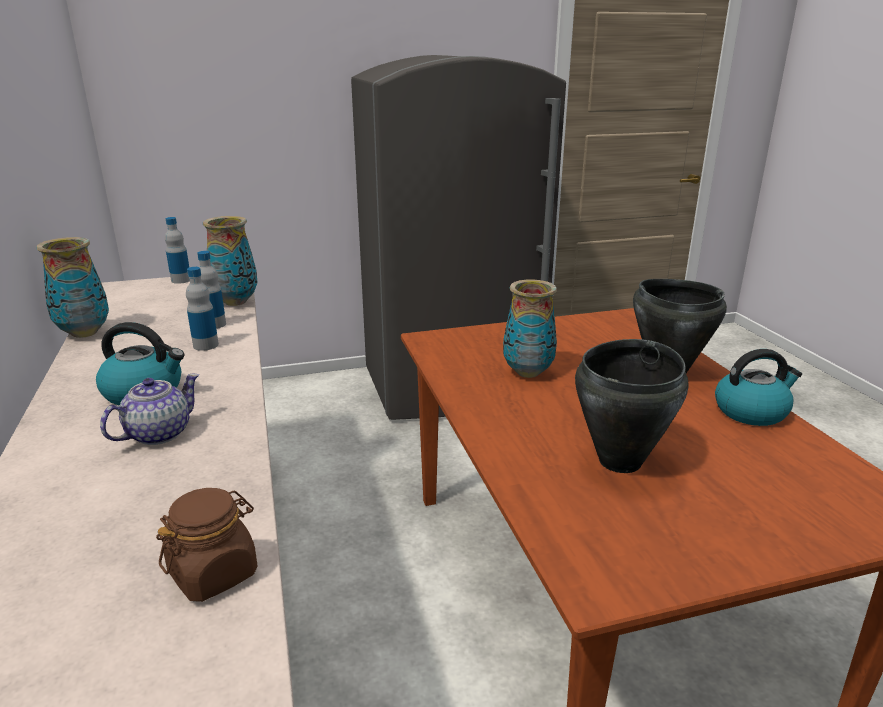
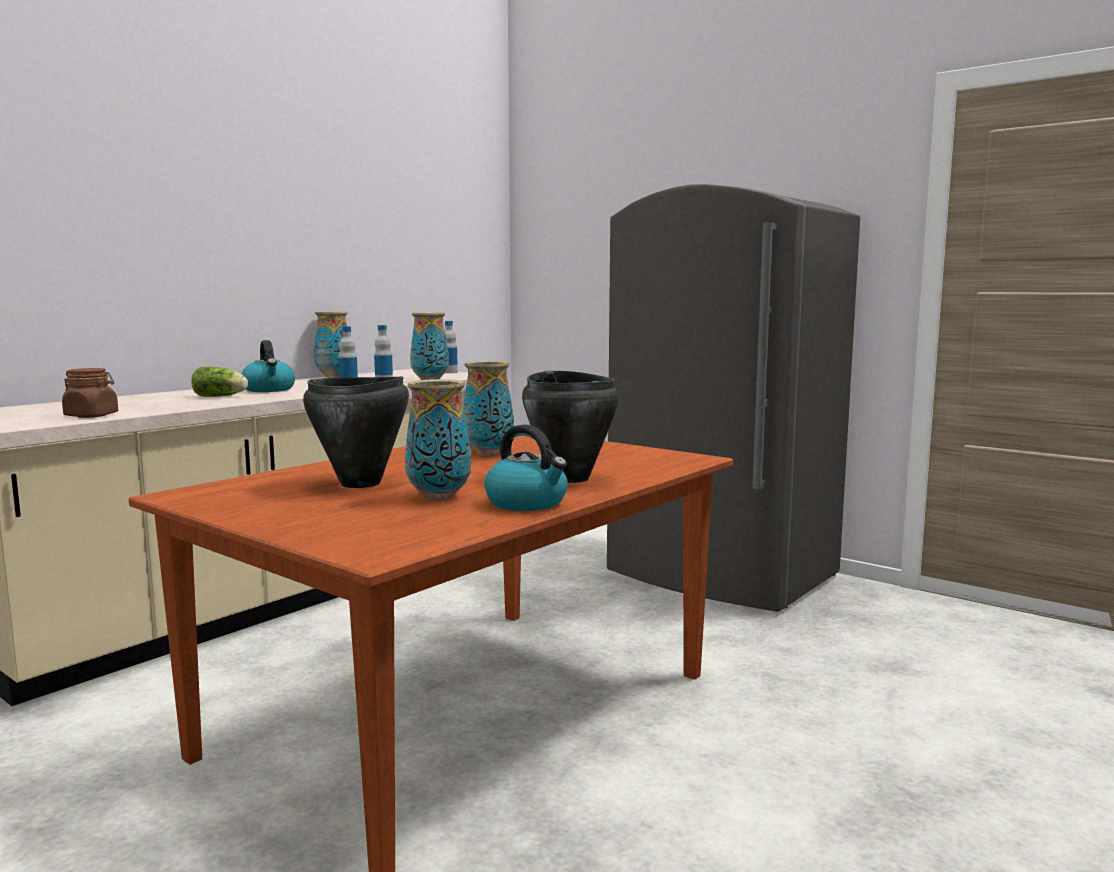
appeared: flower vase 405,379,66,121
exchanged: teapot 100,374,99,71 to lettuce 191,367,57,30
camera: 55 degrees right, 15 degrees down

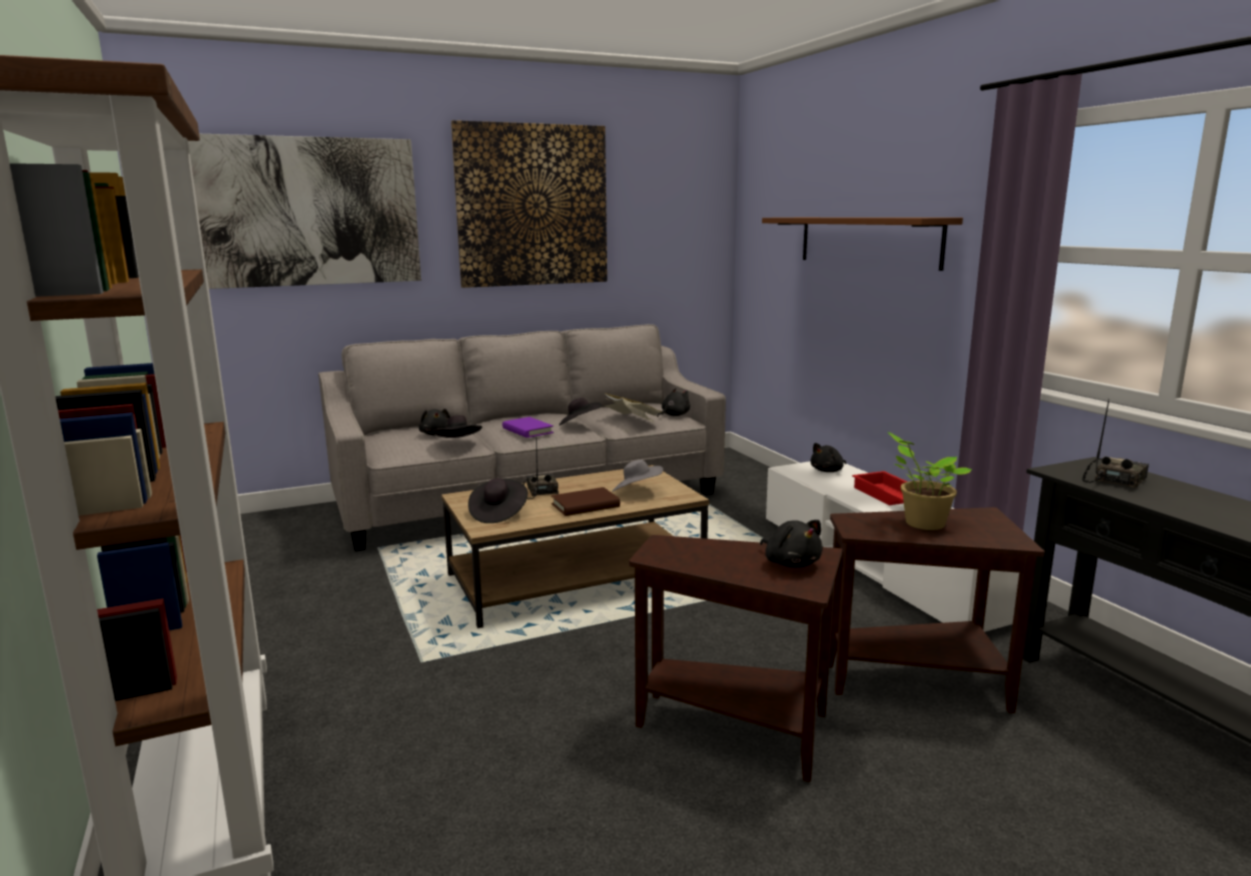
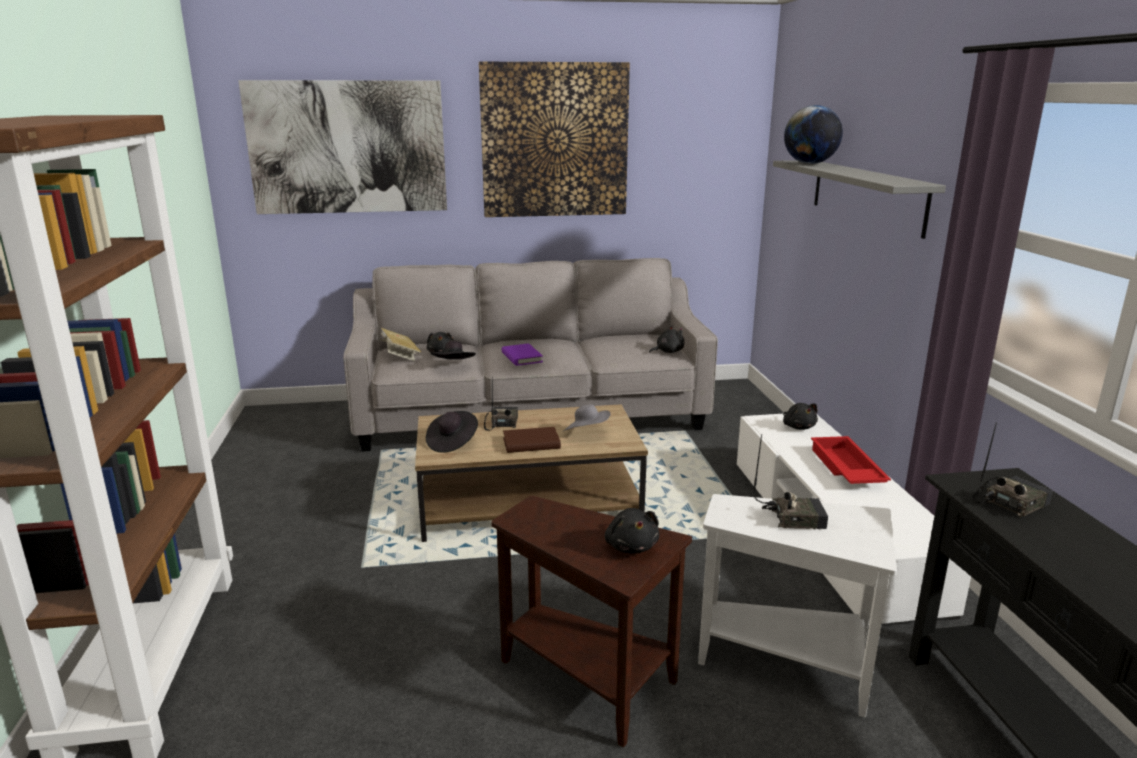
missing: black hat 559,398,42,27
appeared: desk globe 784,105,59,59
relocated: volume 604,393,59,29 to 380,328,41,33
exchanged: houseplant 888,432,84,98 to radio 754,434,74,95
colour: brown shelf 762,217,201,54 to greyish shelf 773,160,173,79; brown end table 829,507,216,206 to white-coloured end table 698,494,199,223
spun: black plush toy 810,443,36,29 = 783,403,35,27 90 degrees counterclockwise
camera: 15 degrees right, 5 degrees up

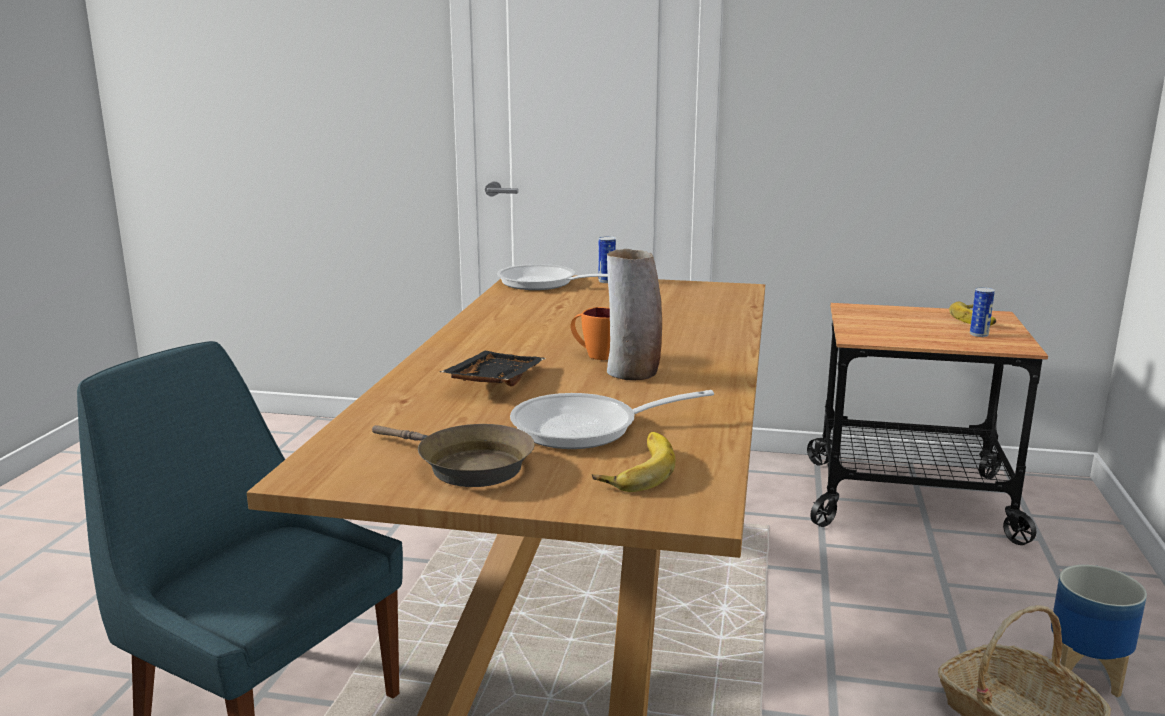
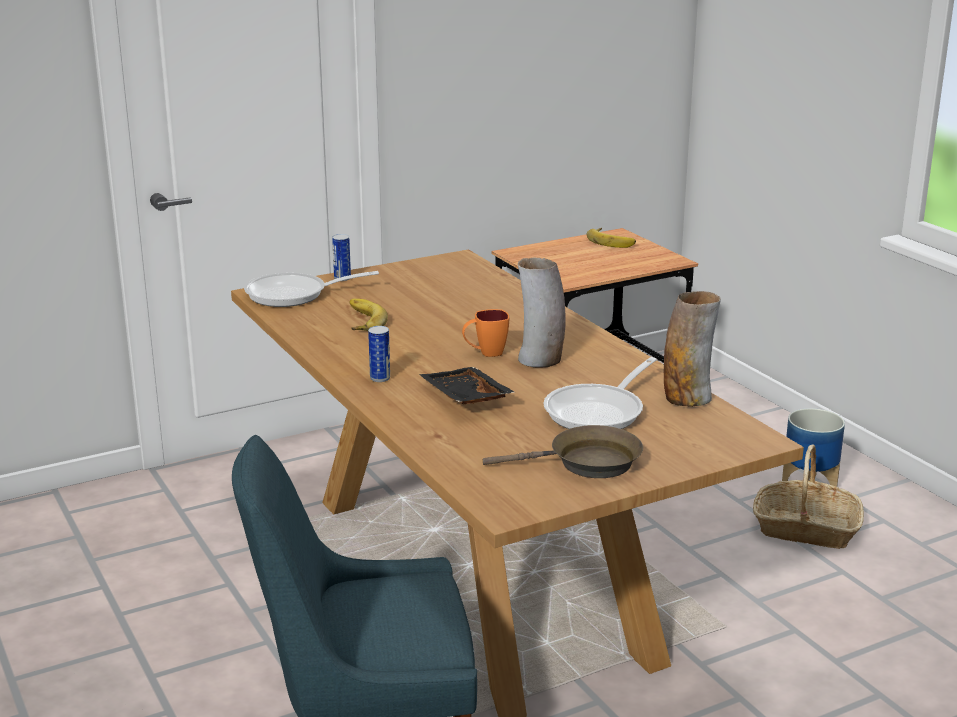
appeared: flower vase 664,291,57,116
relocated: whole banana 592,432,83,60 to 350,299,38,32; can 970,287,25,50 to 368,326,22,56
camera: 40 degrees left, 5 degrees up

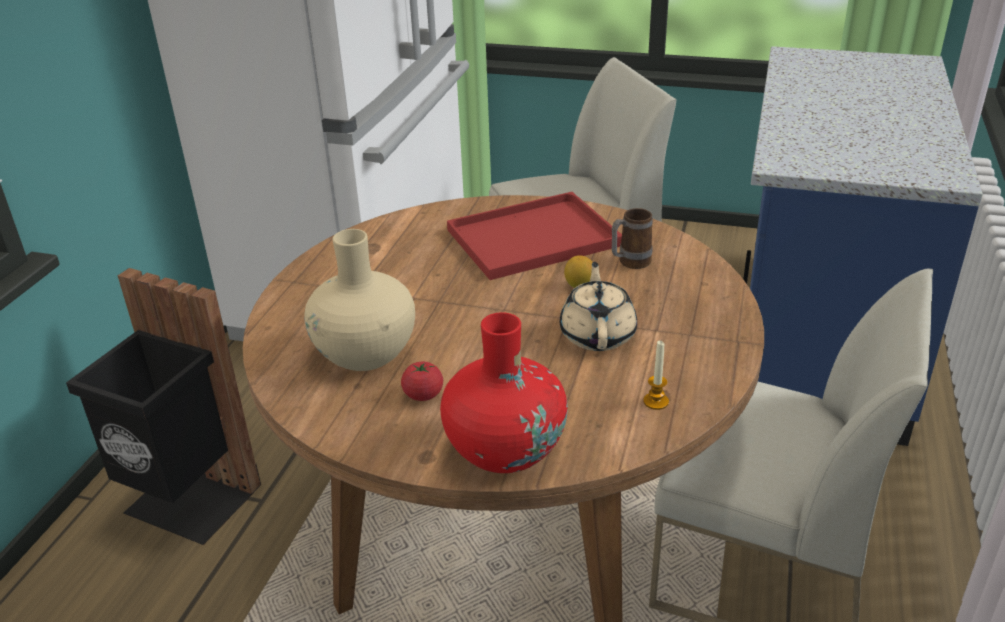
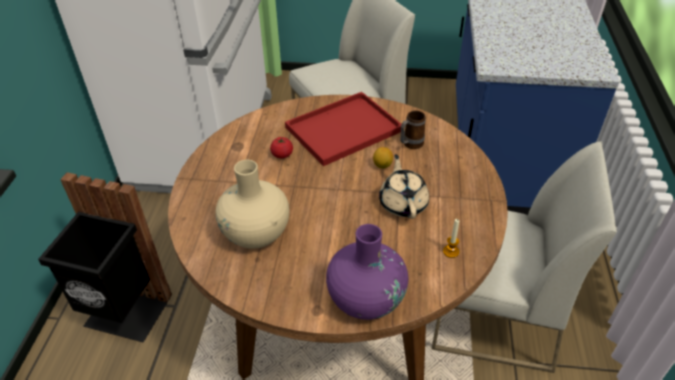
relocated: tomato 401,361,42,40 to 270,137,23,21
colour: red-coloured flower vase 440,312,128,161 to purplish flower vase 326,224,82,96
camera: 10 degrees left, 10 degrees up

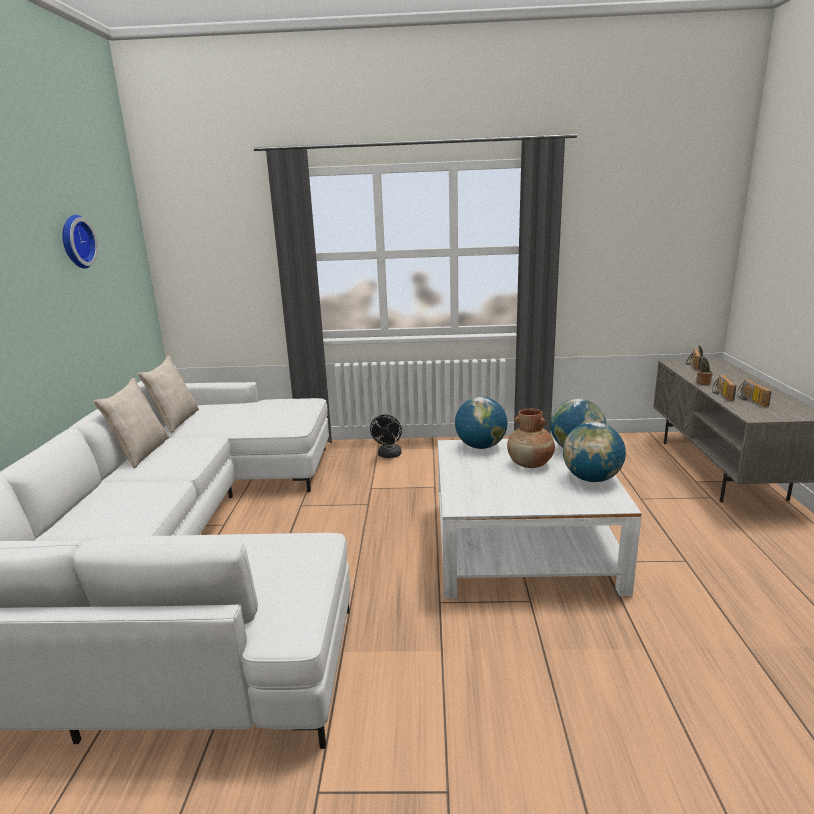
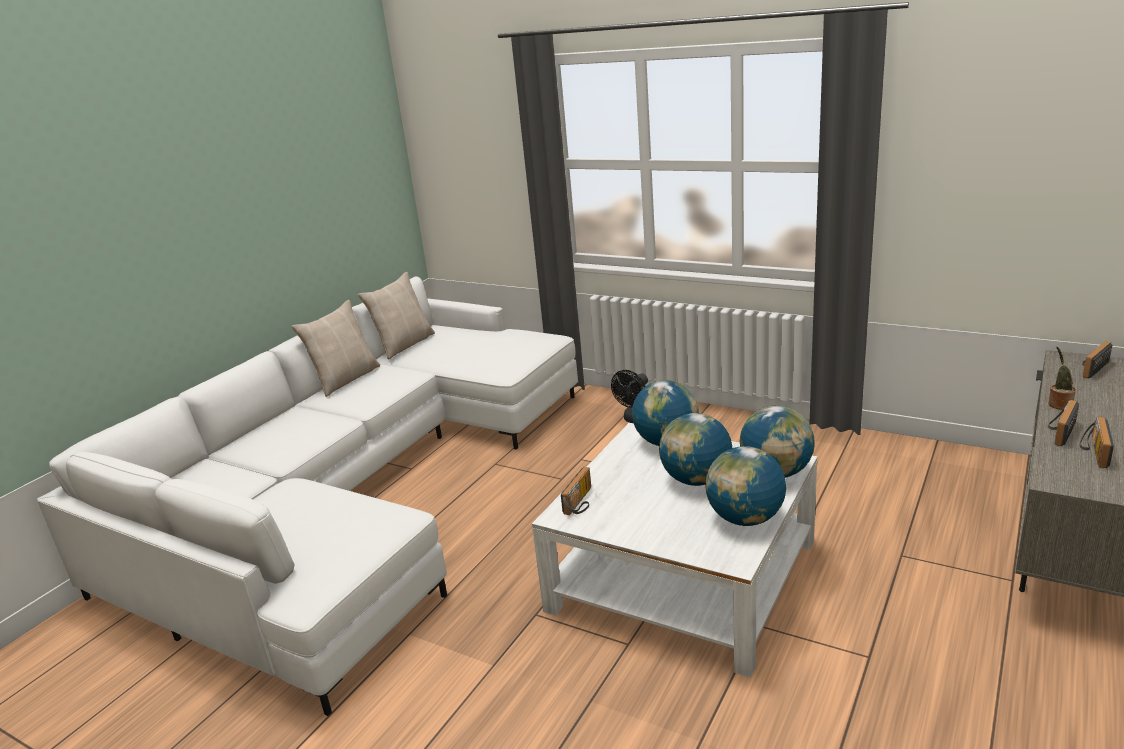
missing: hanging clock 62,215,36,54
appeared: radio 561,467,30,48
exchanged: brown flower vase 507,409,48,59 to desk globe 659,413,73,73
camera: 30 degrees right, 5 degrees up

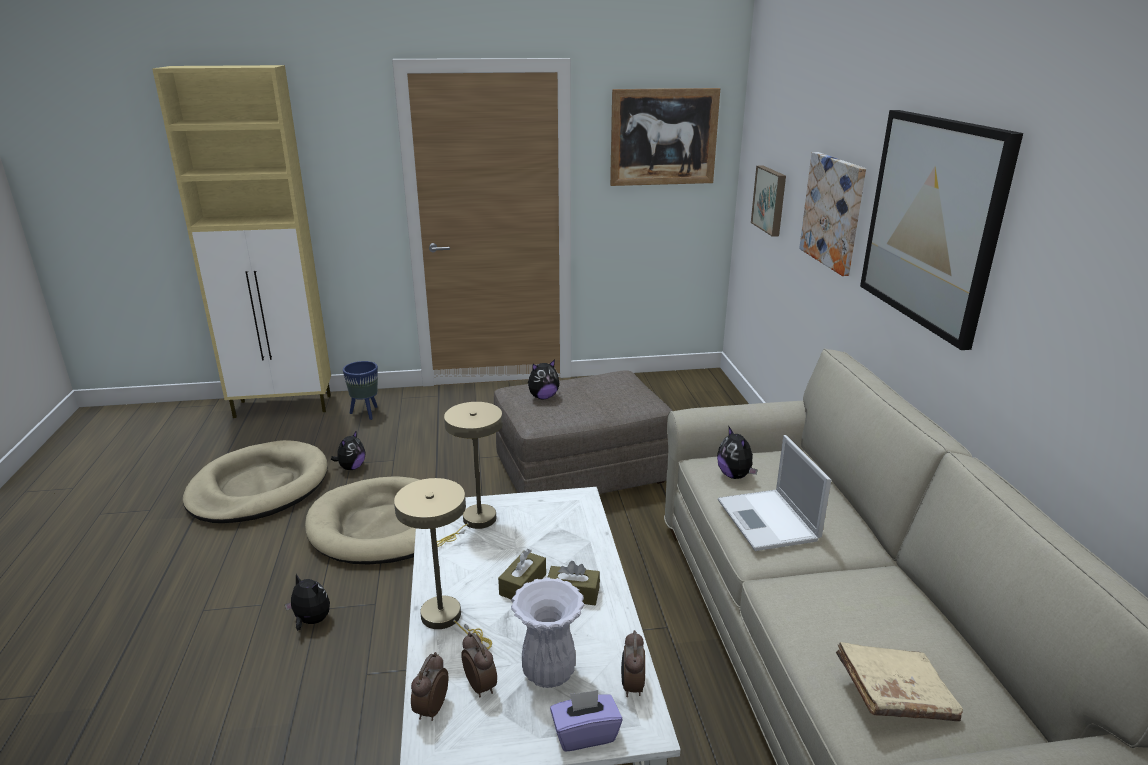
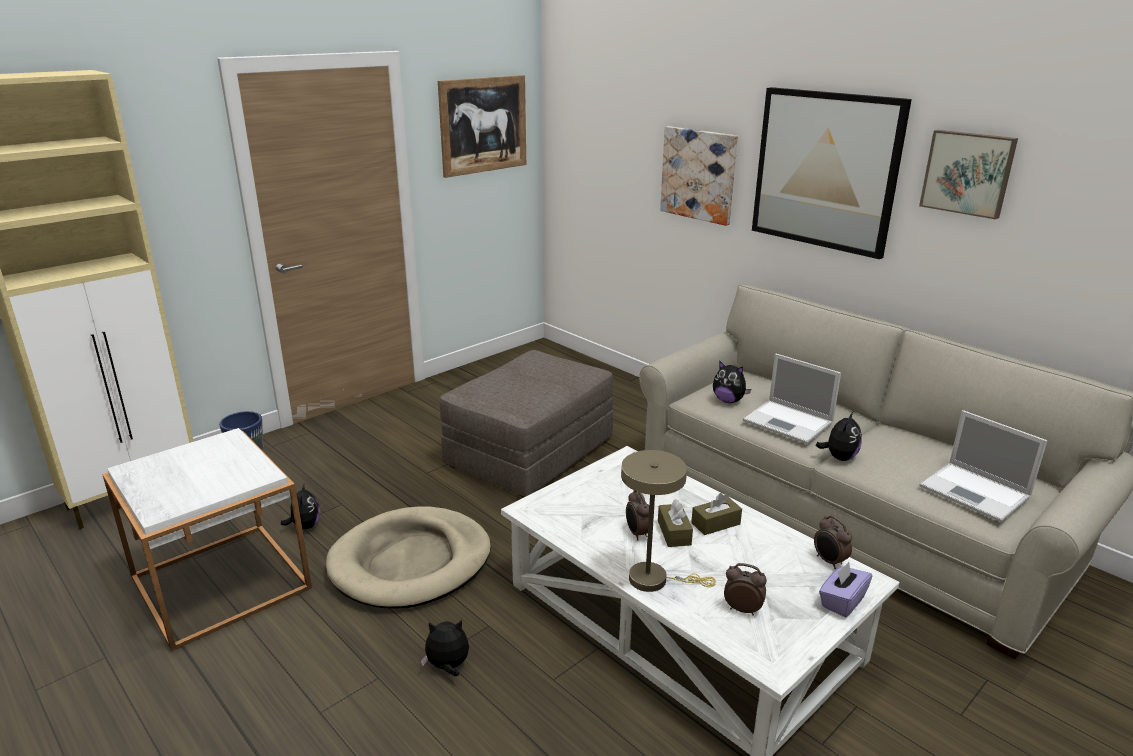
missing: beige lamp for a table 437,402,66,145; white-coloured flower vase 511,577,74,111
relocated: alarm clock 411,652,37,69 to 626,490,23,50; plush toy 528,360,31,39 to 816,412,46,49; wall art 751,165,35,72 to 919,130,99,90
exchanged: beige pet bed 183,440,145,83 to white-coloured end table 102,428,210,223; beige volume 836,642,127,79 to laptop 920,410,127,112
camera: 35 degrees left, 0 degrees up

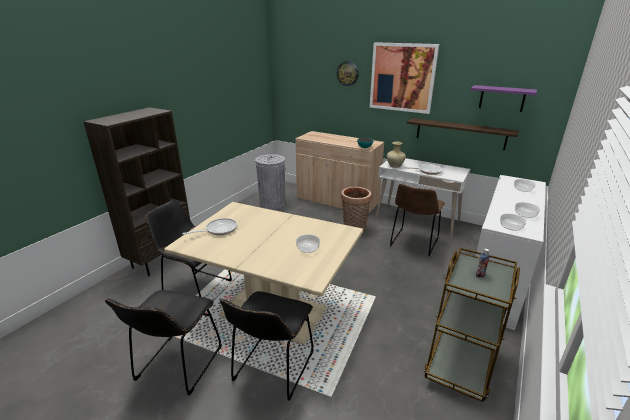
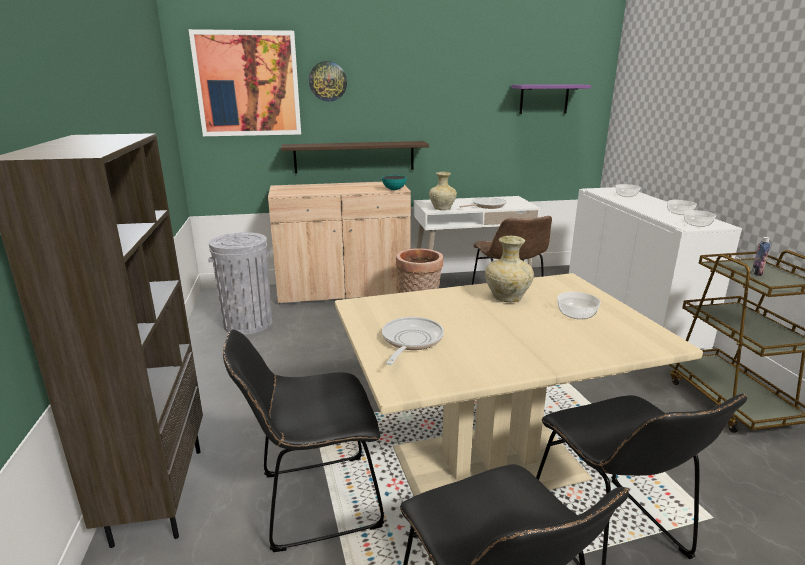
appeared: beige flower vase 485,236,49,66
relocated: wall art 370,42,69,72 to 189,29,112,107; shelf 407,118,112,32 to 281,141,148,33
camera: 40 degrees left, 5 degrees down

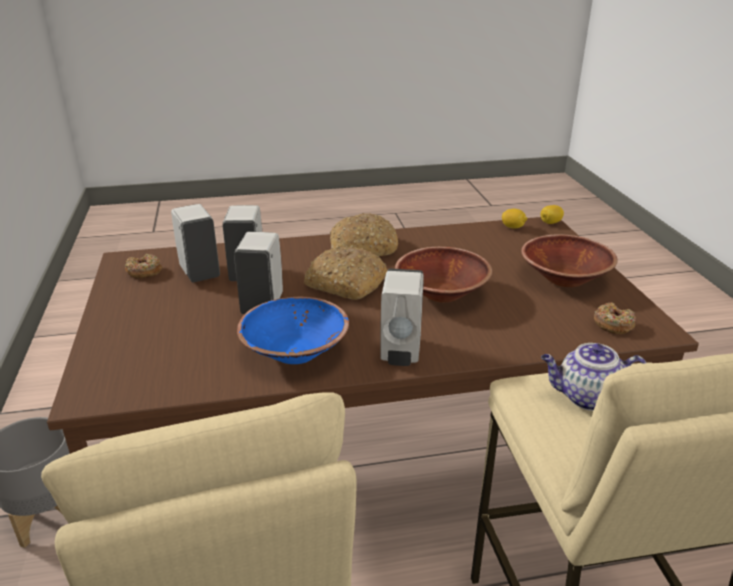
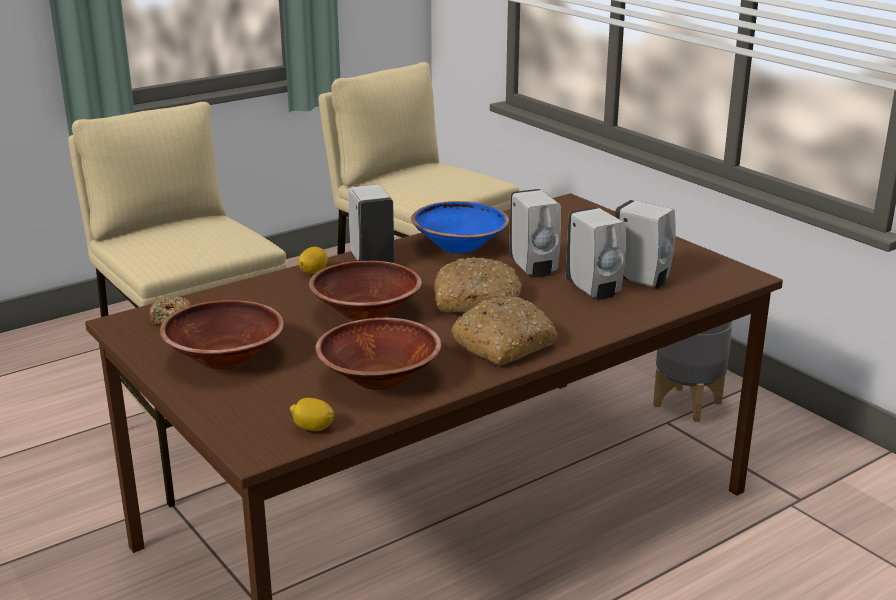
missing: donut 125,254,37,25; teapot 541,343,106,68
appeared: brown deep dish 315,318,126,72
relocated: whole lemon 541,205,23,19 to 298,247,30,27
camera: 155 degrees right, 5 degrees down

